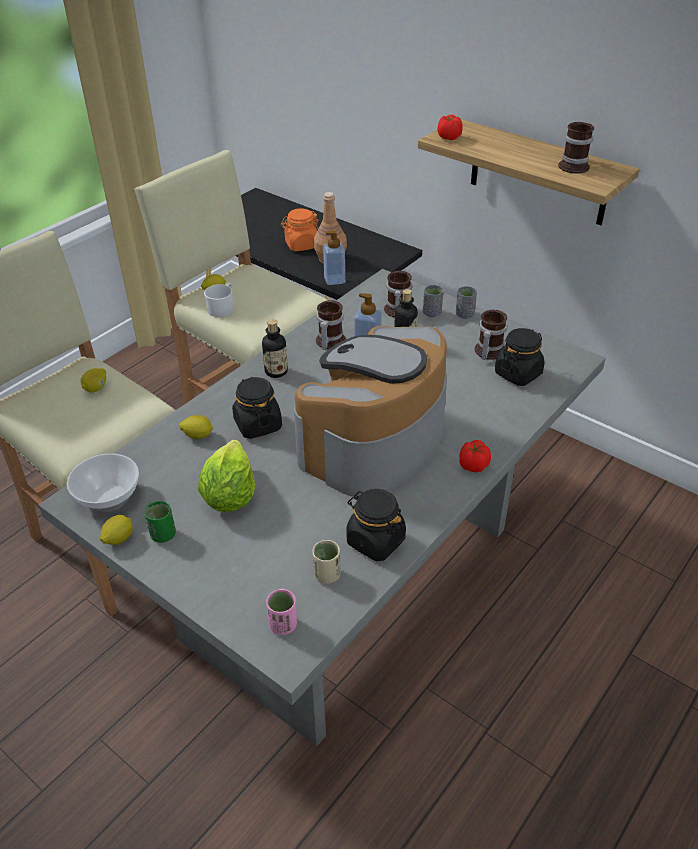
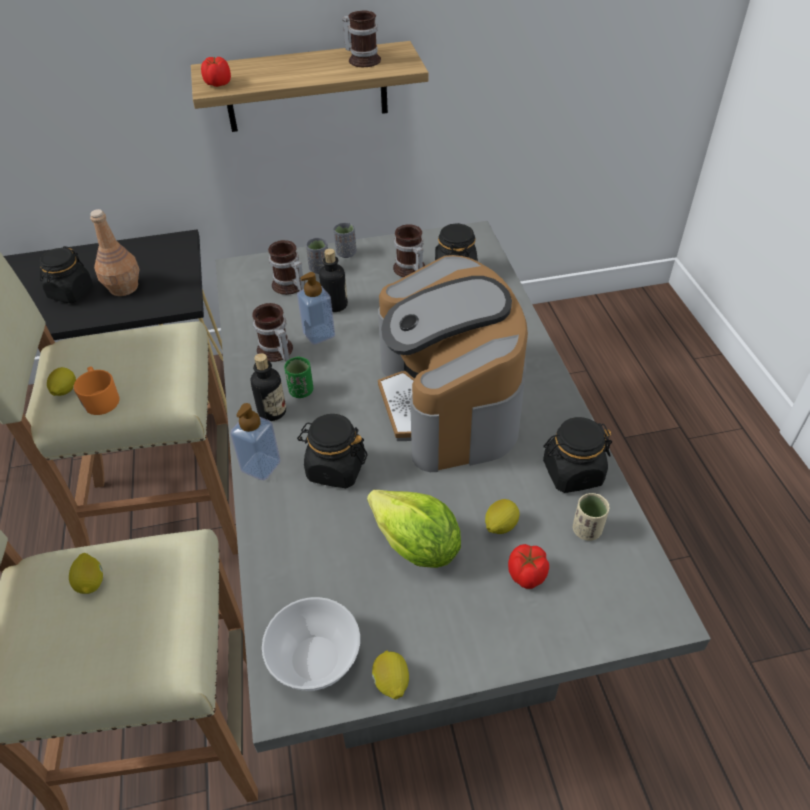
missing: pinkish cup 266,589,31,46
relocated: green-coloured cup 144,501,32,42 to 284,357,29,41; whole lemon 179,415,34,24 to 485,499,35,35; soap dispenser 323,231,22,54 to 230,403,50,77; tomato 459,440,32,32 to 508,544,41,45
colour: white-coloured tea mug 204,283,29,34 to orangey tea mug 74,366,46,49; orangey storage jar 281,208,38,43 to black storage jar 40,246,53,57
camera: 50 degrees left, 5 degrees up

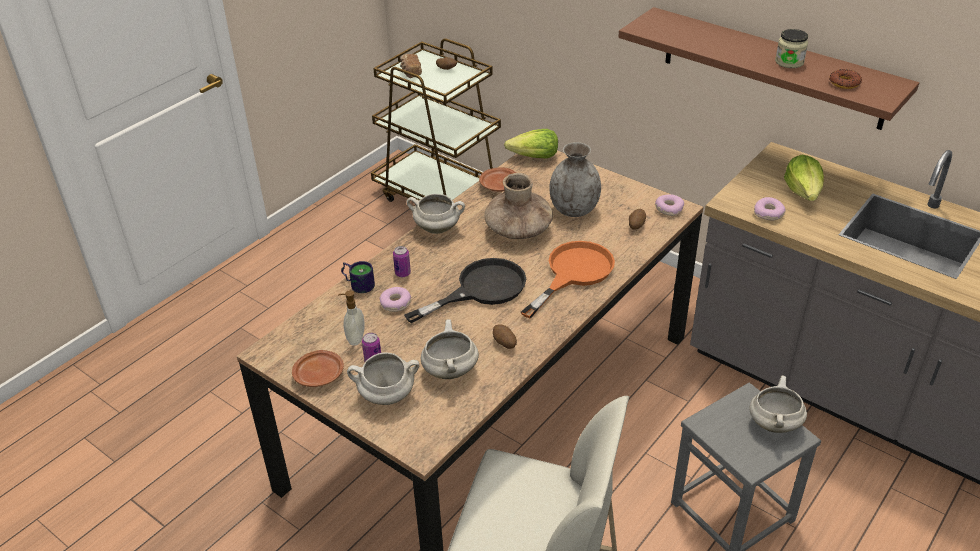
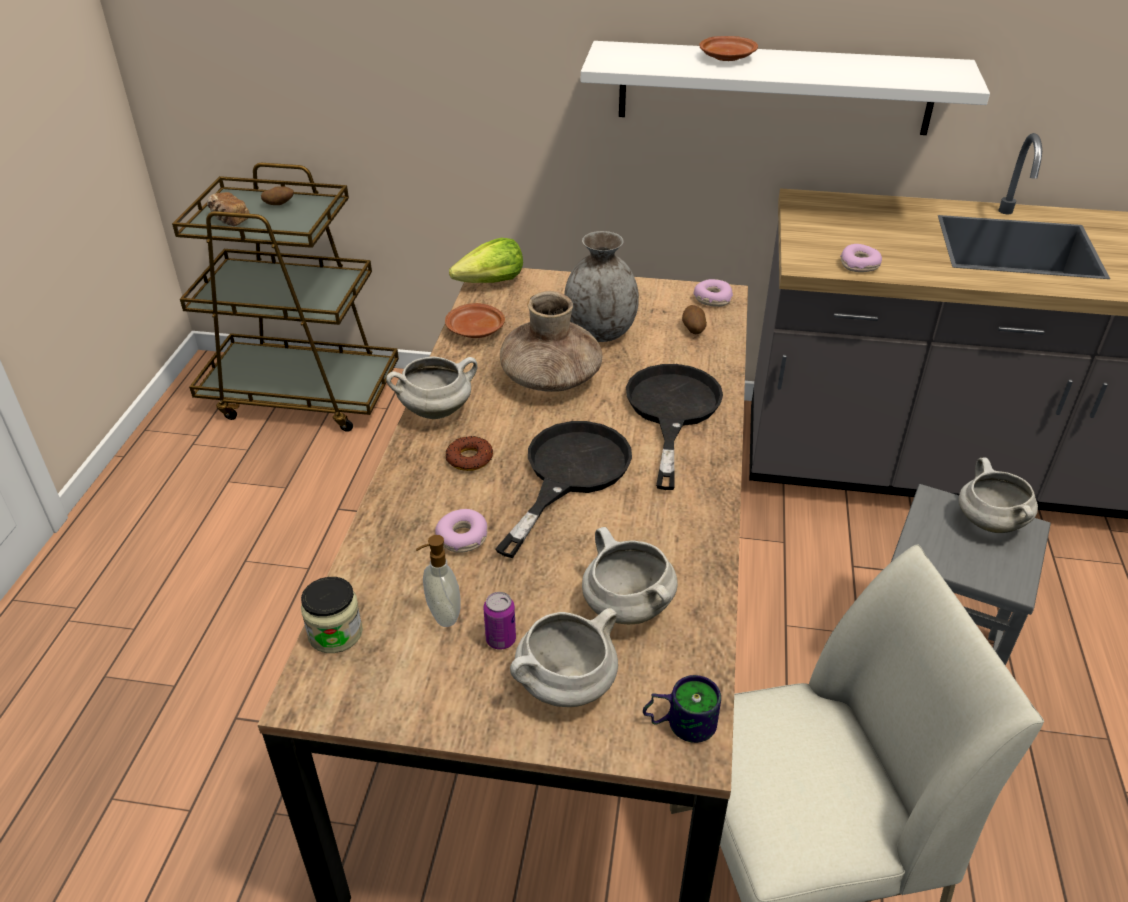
missing: can 393,246,18,31; spud 493,324,24,25; lettuce 784,155,40,46
relocated: brown dinner plate 292,350,52,37 to 699,36,59,25; tea mug 341,261,34,32 to 643,675,78,68; storage jar 775,29,33,39 to 301,577,62,76; donut 829,69,33,20 to 445,436,48,35
colour: orangey skillet 521,241,94,78 to black skillet 626,364,97,126; brown shelf 618,7,301,123 to white-coloured shelf 581,41,409,94
camera: 30 degrees left, 0 degrees up

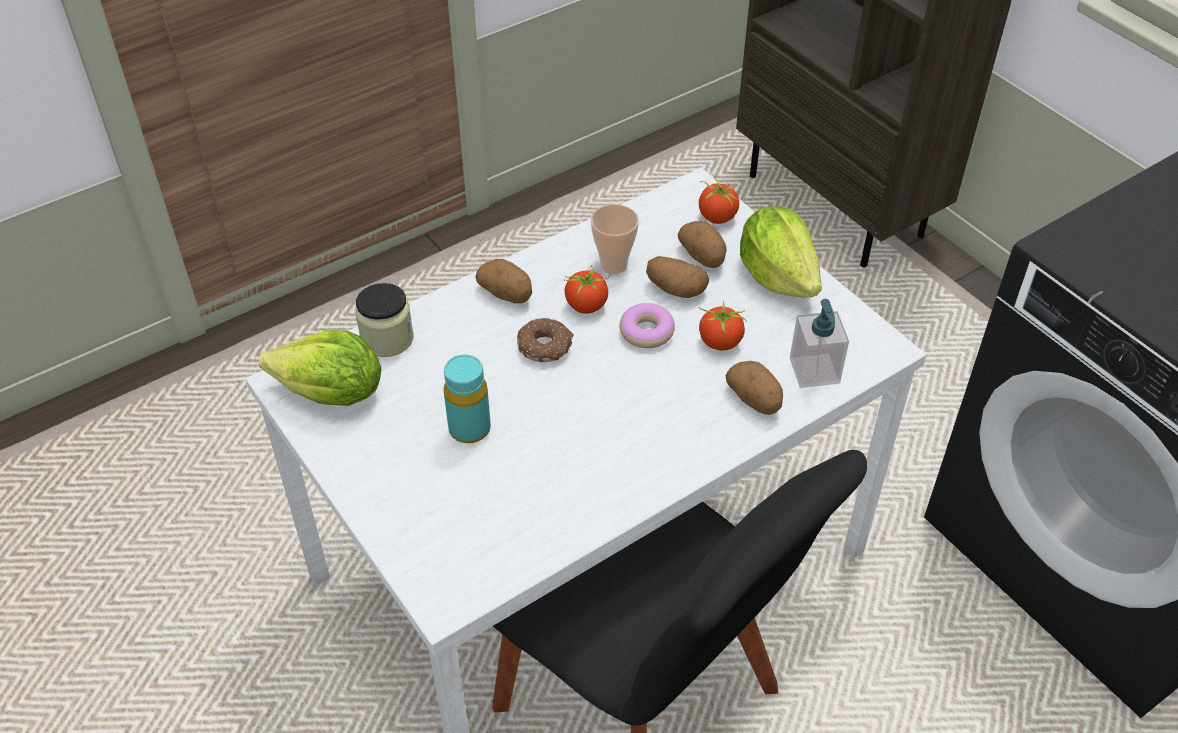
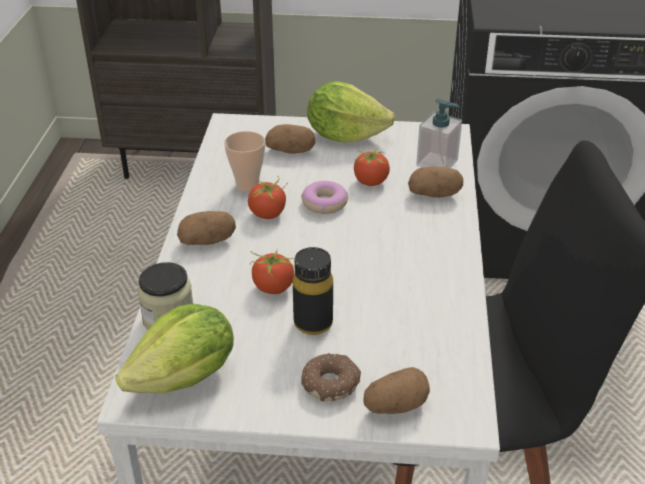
relocated: donut 517,318,57,44 to 301,353,60,49; spud 646,256,63,42 to 363,367,67,47; tomato 699,173,40,51 to 250,250,45,44
colour: turquoise drink bottle 444,354,47,89 to black drink bottle 293,247,40,88
camera: 50 degrees left, 10 degrees down

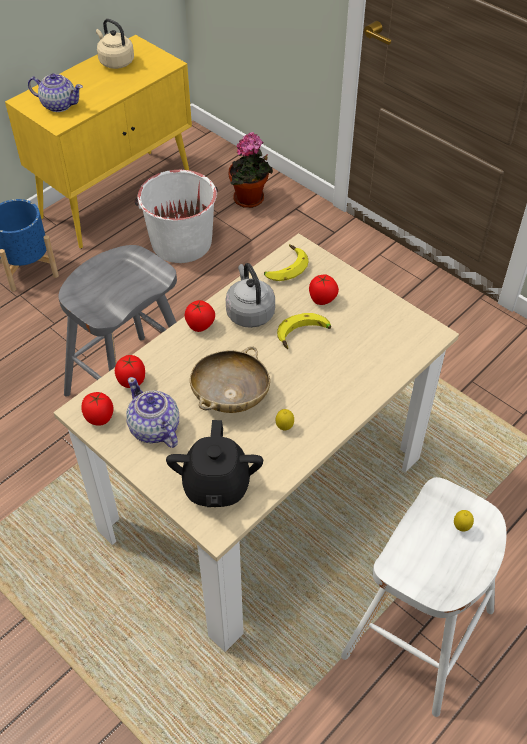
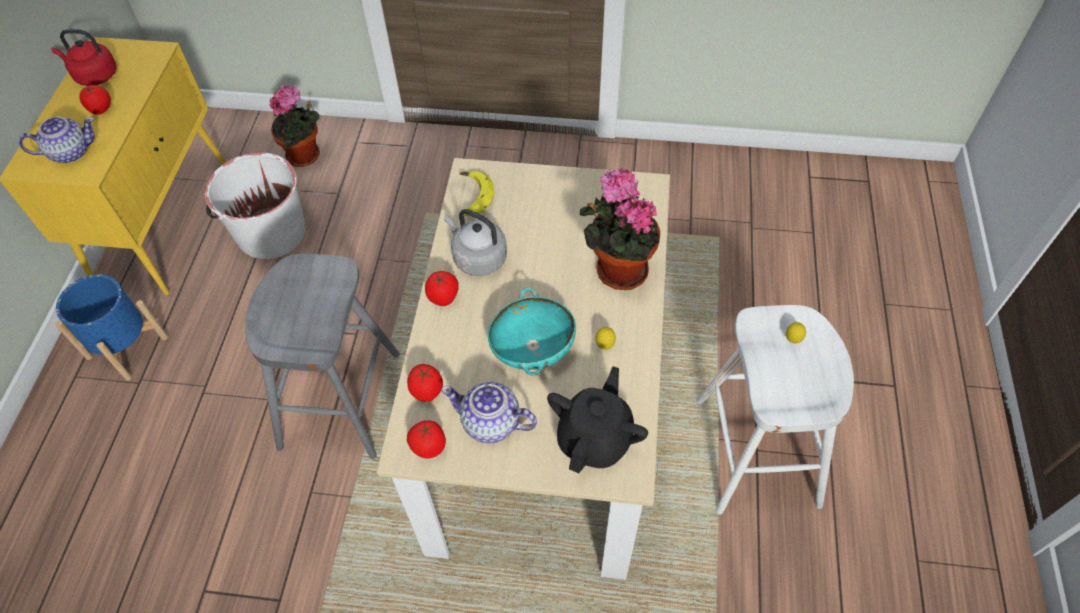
missing: whole banana 277,313,54,36
appeared: houseplant 580,168,80,122
relocated: tomato 309,274,30,31 to 79,85,32,30
colour: beige kettle 96,19,38,50 to red-coloured kettle 51,29,65,57; beige deep dish 190,346,80,67 to turquoise deep dish 488,287,88,89
spun: black teapot 166,420,97,87 = 547,366,101,108 120 degrees counterclockwise
camera: 35 degrees left, 5 degrees up

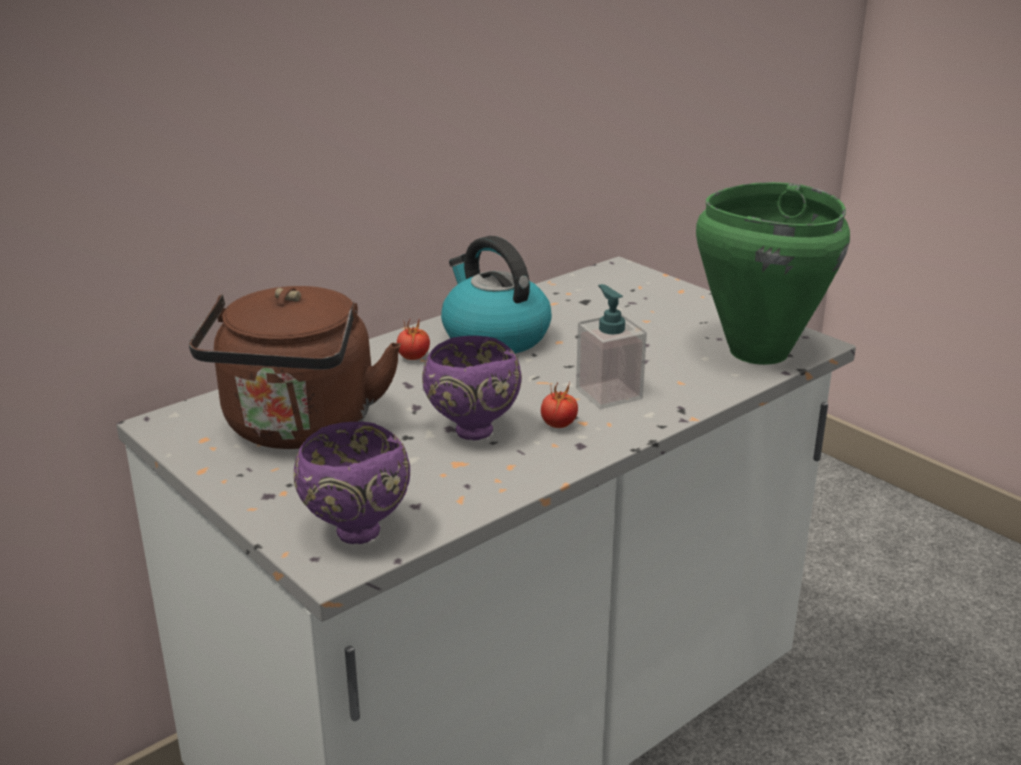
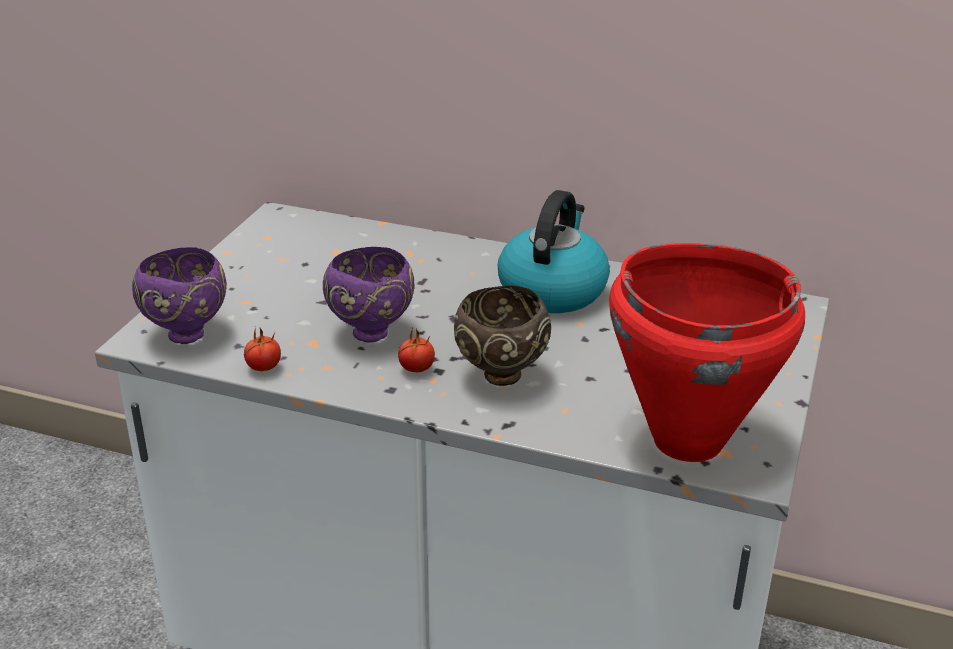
missing: brown kettle 189,286,212,163
relocated: tomato 397,320,33,40 to 244,328,37,43
exchanged: soap dispenser 576,284,71,125 to brown deep dish 454,286,97,100
colour: green-coloured stockpot 696,182,154,183 to red-coloured stockpot 609,243,196,219
camera: 60 degrees right, 5 degrees up

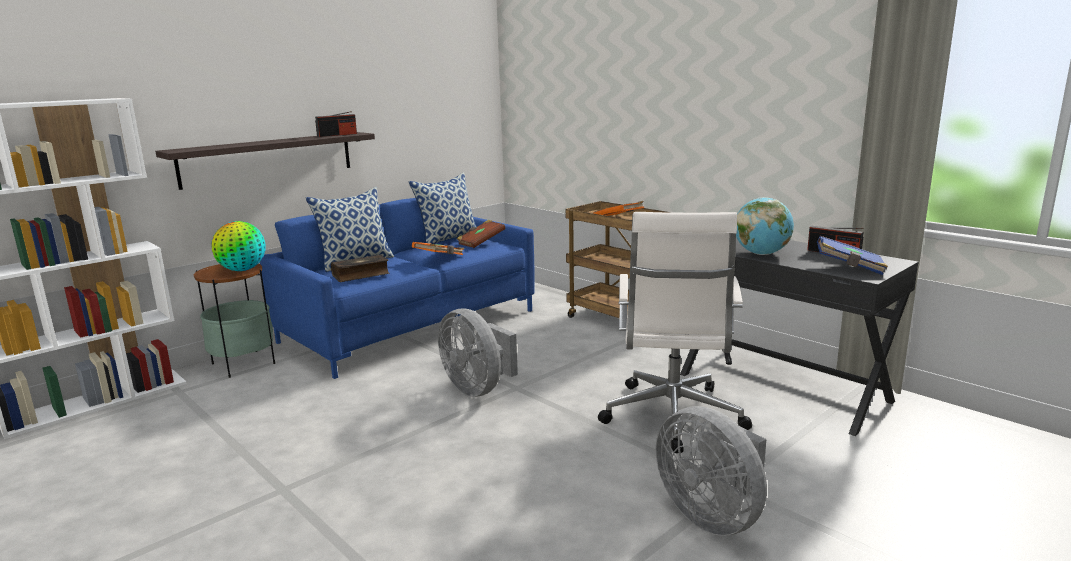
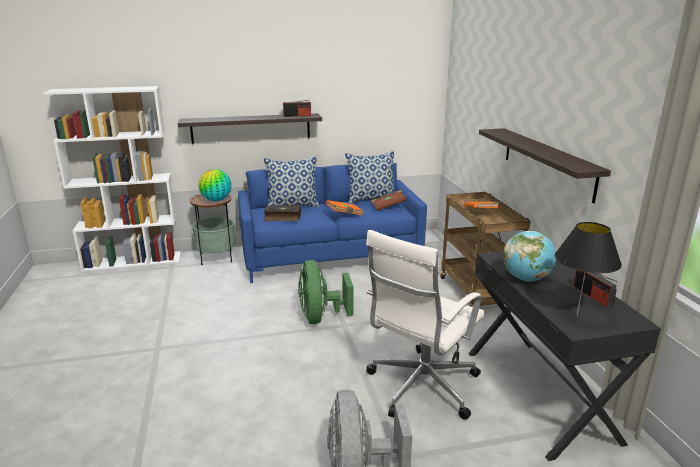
appeared: shelf 479,128,132,76
exchanged: blue volume 817,236,71,39 to black lamp for a table 555,222,67,94
colour: greyish fan 438,308,80,89 to green-coloured fan 298,260,56,64
camera: 30 degrees right, 5 degrees up

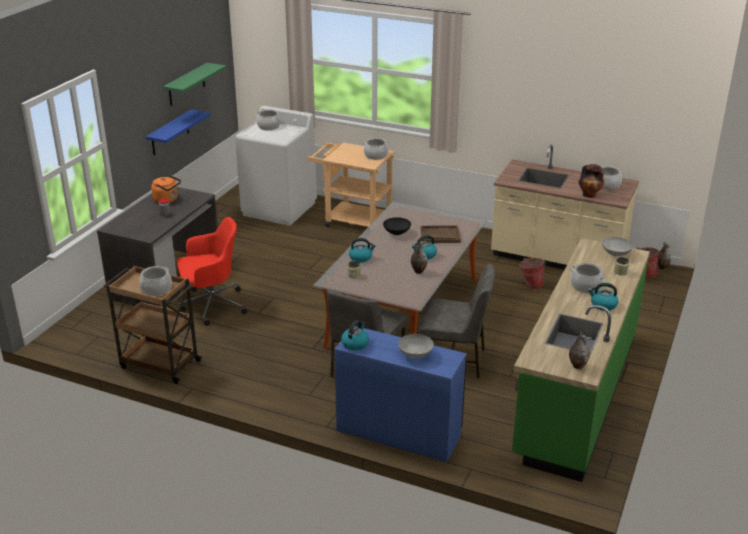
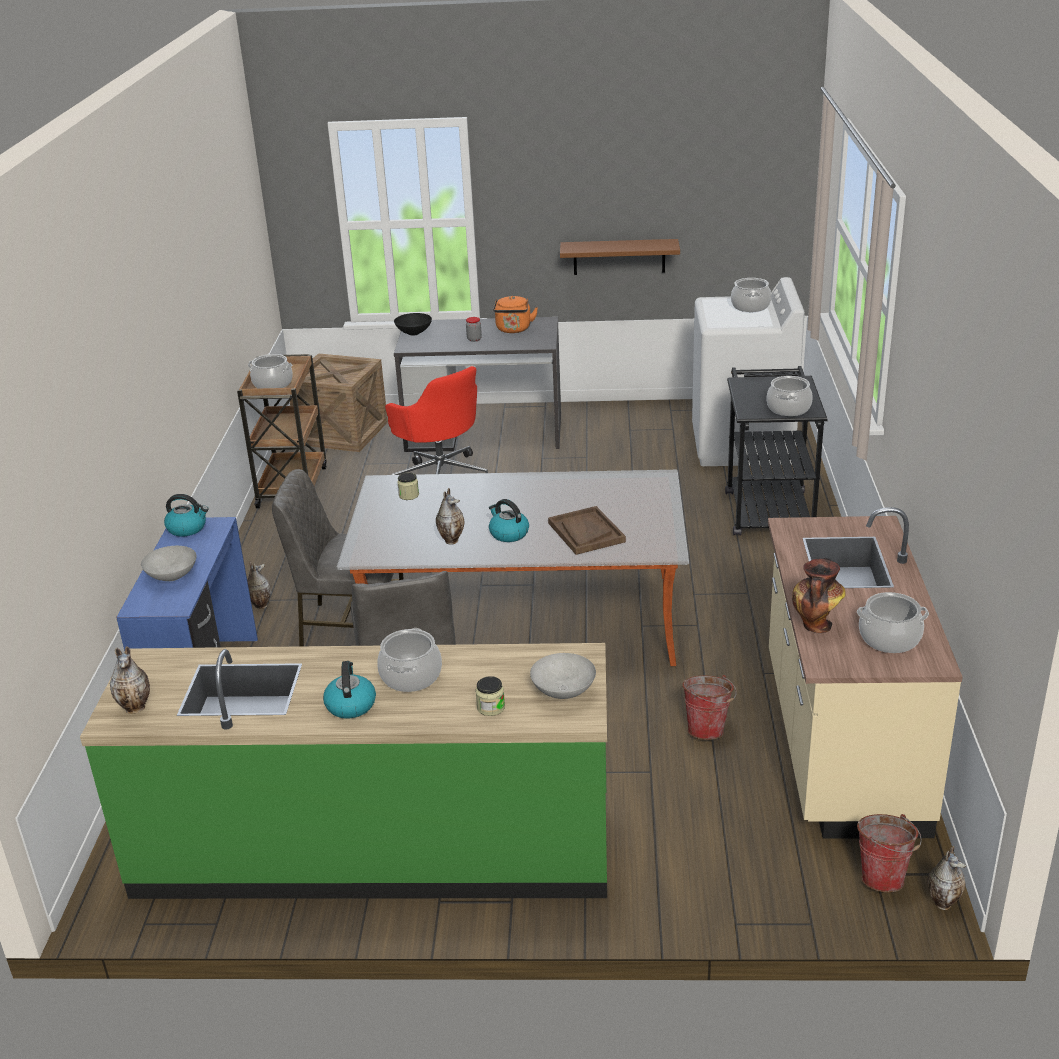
missing: green-coloured shelf 163,63,63,43; kettle 349,238,27,24
appeared: flower vase 247,561,24,48; shipping crate 290,353,98,99
relocated: black deep dish 383,217,28,18 to 394,313,38,23
colour: blue shelf 146,109,65,46 to brown shelf 560,239,120,36; beige trolley 307,142,87,85 to black trolley 725,366,103,170
camera: 70 degrees right, 0 degrees up

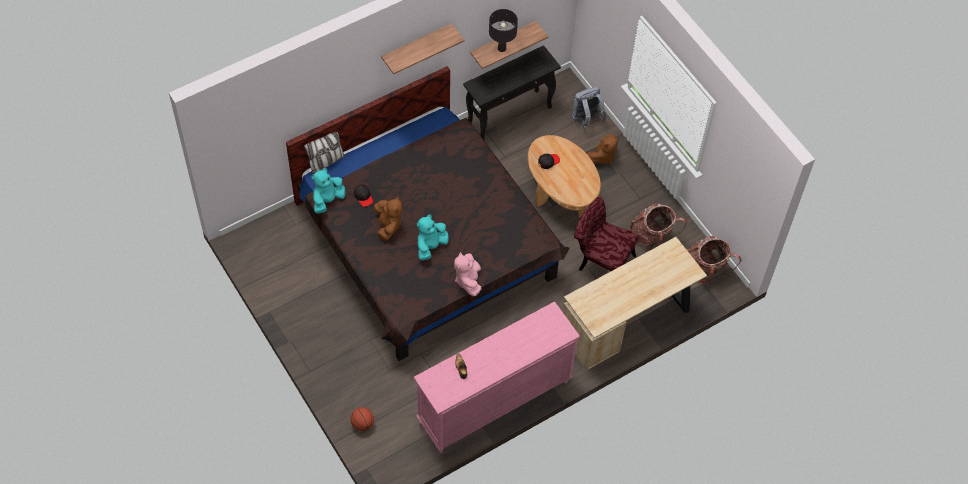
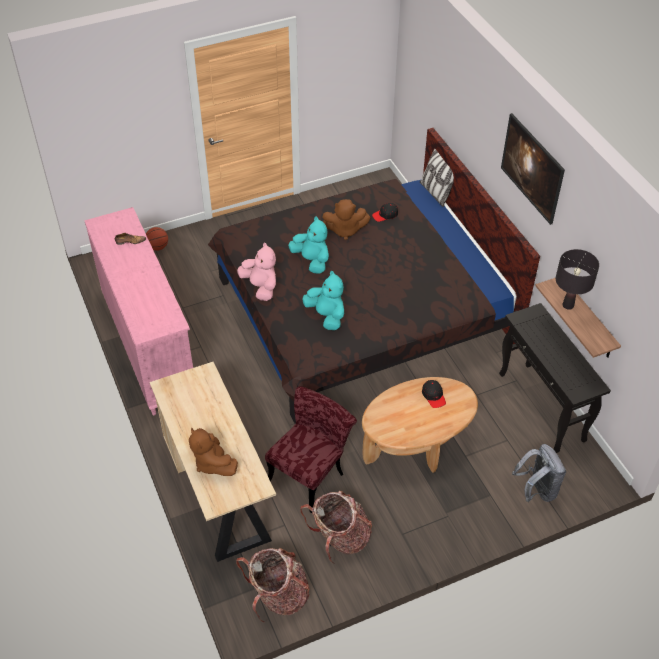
relocated: turquoise plush toy 312,168,34,45 to 302,271,42,59; brown plush toy 587,134,32,30 to 189,428,49,48
exchanged: shelf 381,24,83,50 to wall art 501,113,64,112
spun: pinkish plush toy 454,252,27,44 = 237,243,39,58 45 degrees clockwise
camera: 100 degrees right, 10 degrees down

